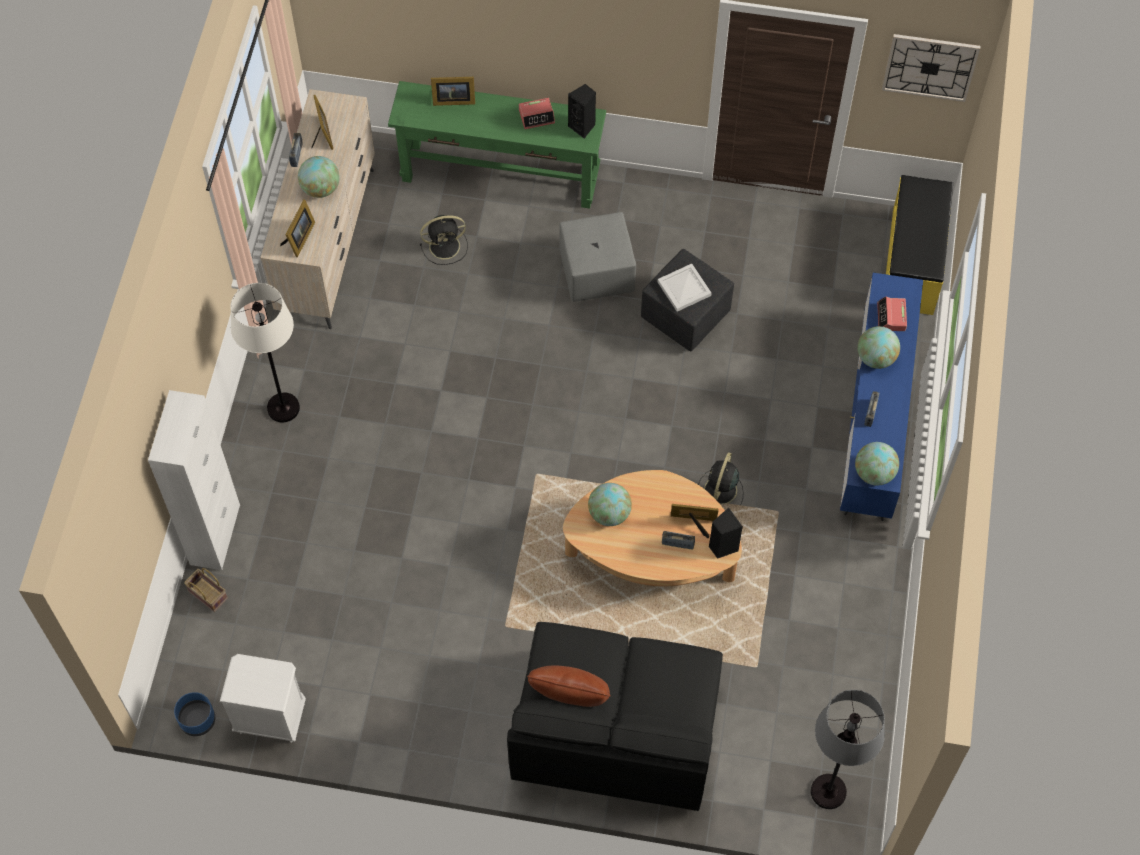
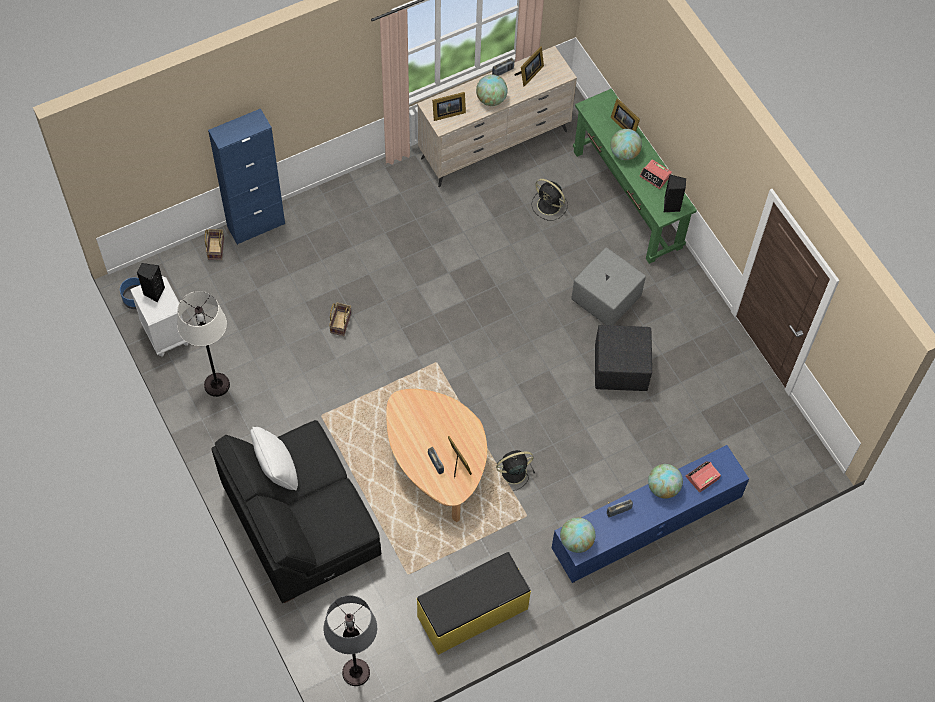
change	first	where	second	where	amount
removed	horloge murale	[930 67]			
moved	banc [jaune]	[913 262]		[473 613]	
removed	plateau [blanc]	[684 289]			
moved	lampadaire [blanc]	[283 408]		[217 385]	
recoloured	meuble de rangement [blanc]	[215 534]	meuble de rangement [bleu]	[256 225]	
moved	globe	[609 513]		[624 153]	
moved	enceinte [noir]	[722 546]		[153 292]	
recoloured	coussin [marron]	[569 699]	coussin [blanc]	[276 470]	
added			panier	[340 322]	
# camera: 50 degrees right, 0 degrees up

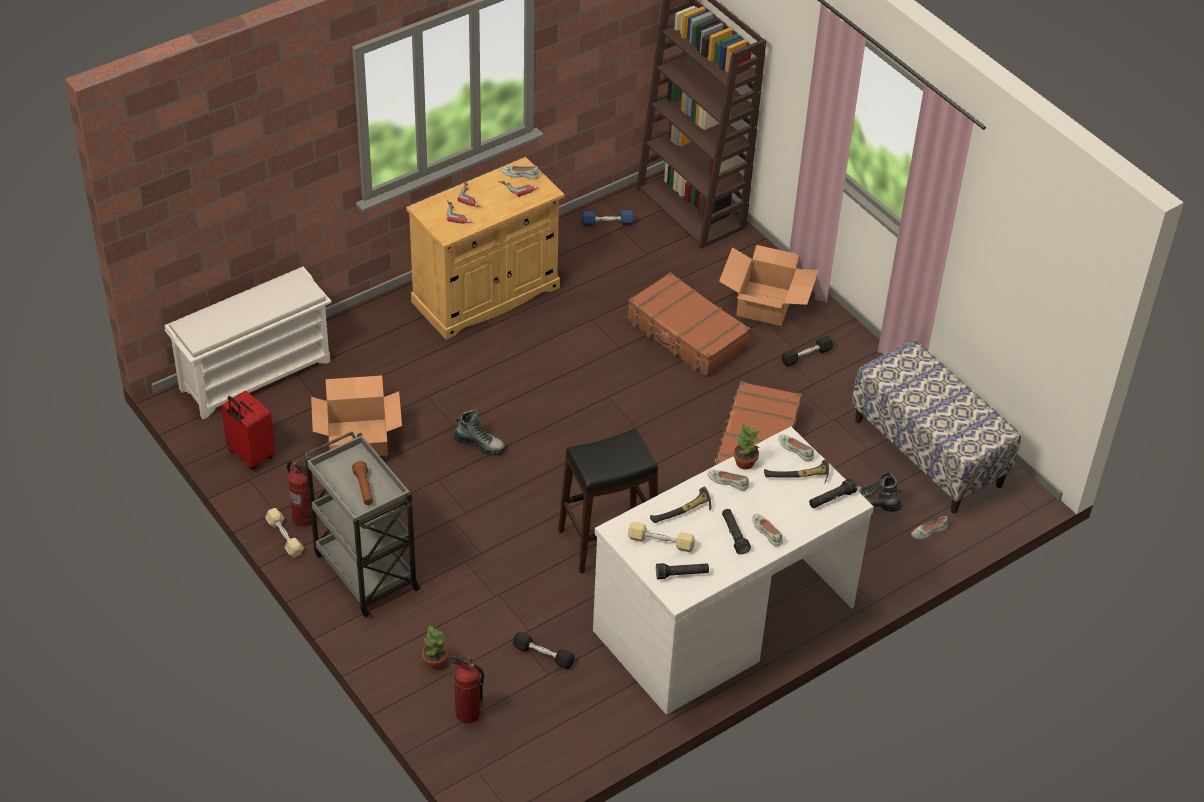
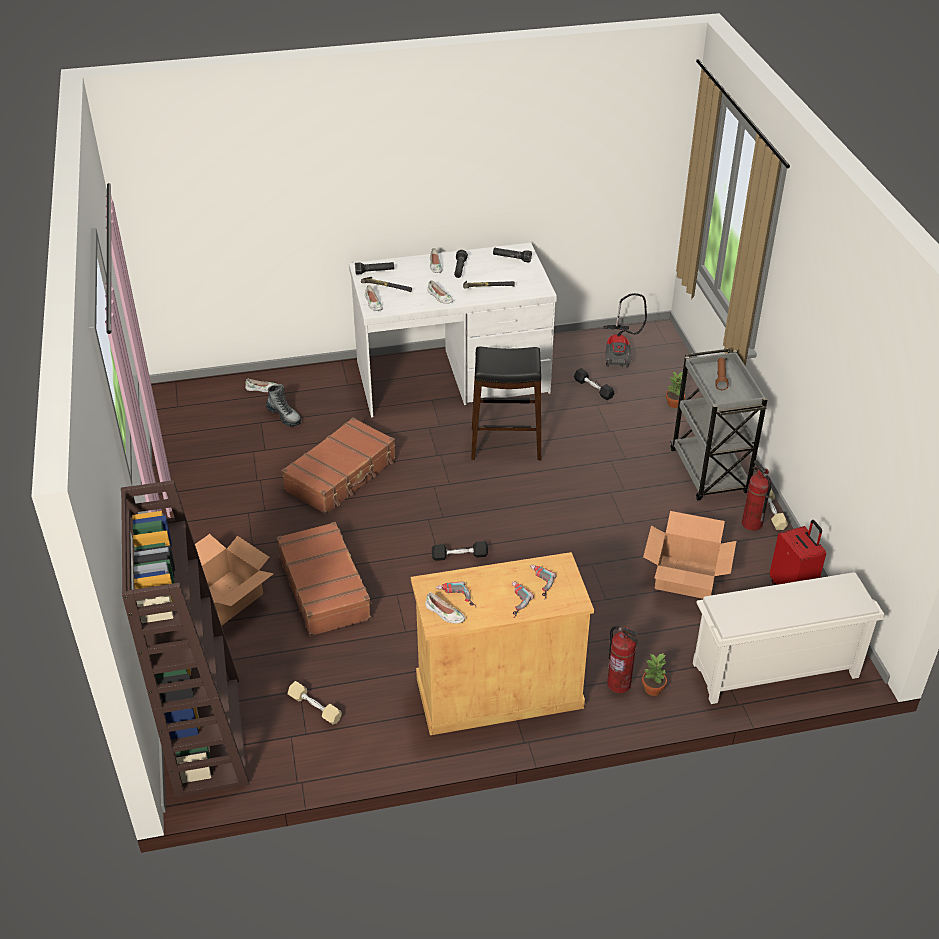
change	first	where	second	where	amount
removed	haltère [bleu]	[607 223]			
moved	haltère [noir]	[806 356]		[459 556]	
removed	banc	[928 452]			
removed	botte	[479 444]			
moved	plante en pot	[744 462]		[653 689]	
moved	haltère [beige]	[661 542]		[315 707]	
moved	extincteur	[467 713]		[619 684]	
added			aspirateur	[620 351]	
# camera: 155 degrees left, 5 degrees down

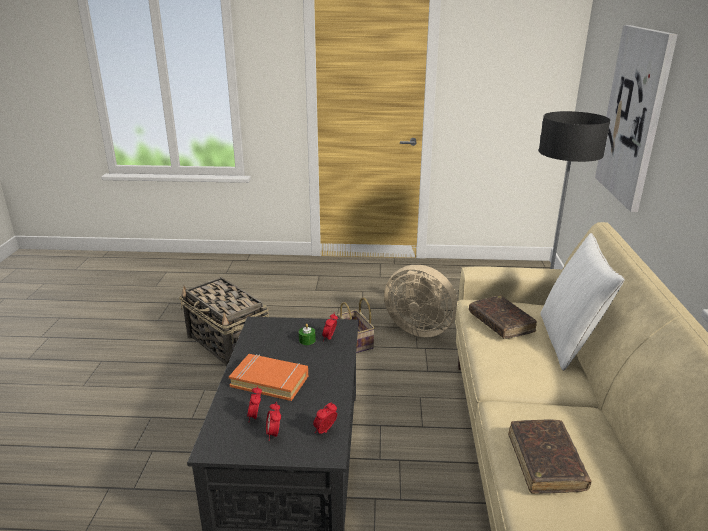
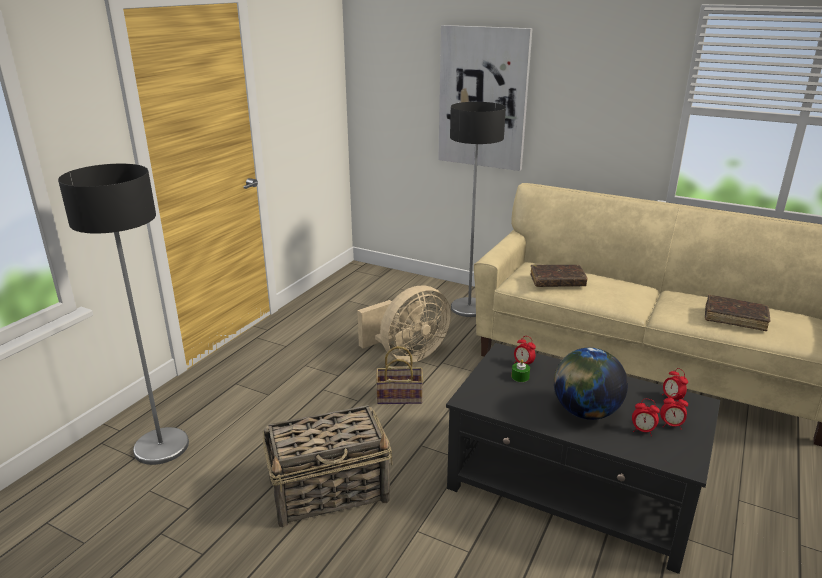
change	first	where	second	where	amount
removed	coussin [blanc]	[568 341]			
replaced	livre [orange]	[270 381]	globe	[585 412]	
added			lampadaire	[161 446]	
# camera: 65 degrees left, 0 degrees up

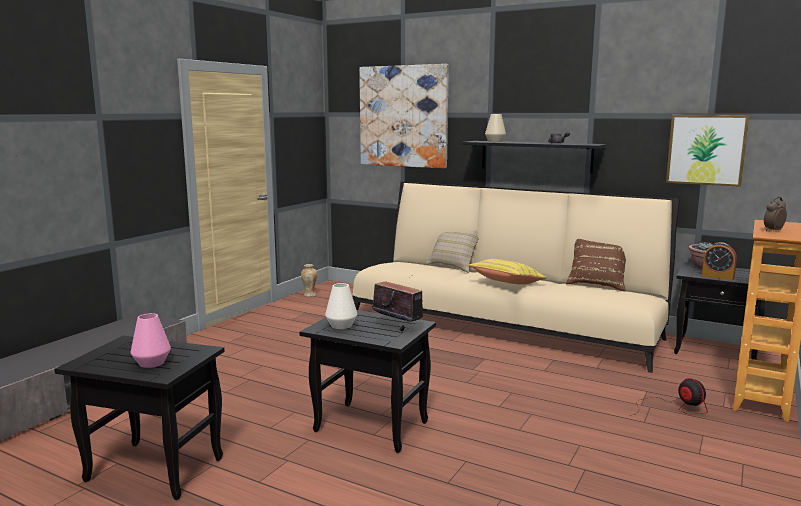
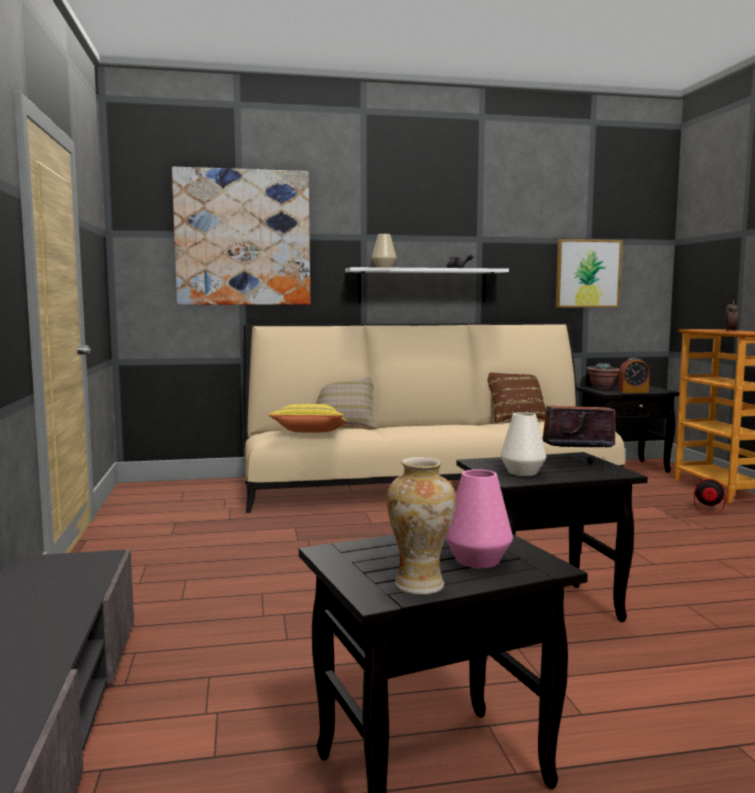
change	first	where	second	where	amount
recoloured	étagère [noir]	[536 156]	étagère [blanc]	[422 286]	
moved	coussin [jaune]	[507 283]		[310 433]	
moved	vase	[309 295]		[420 586]	
# camera: 40 degrees left, 5 degrees down

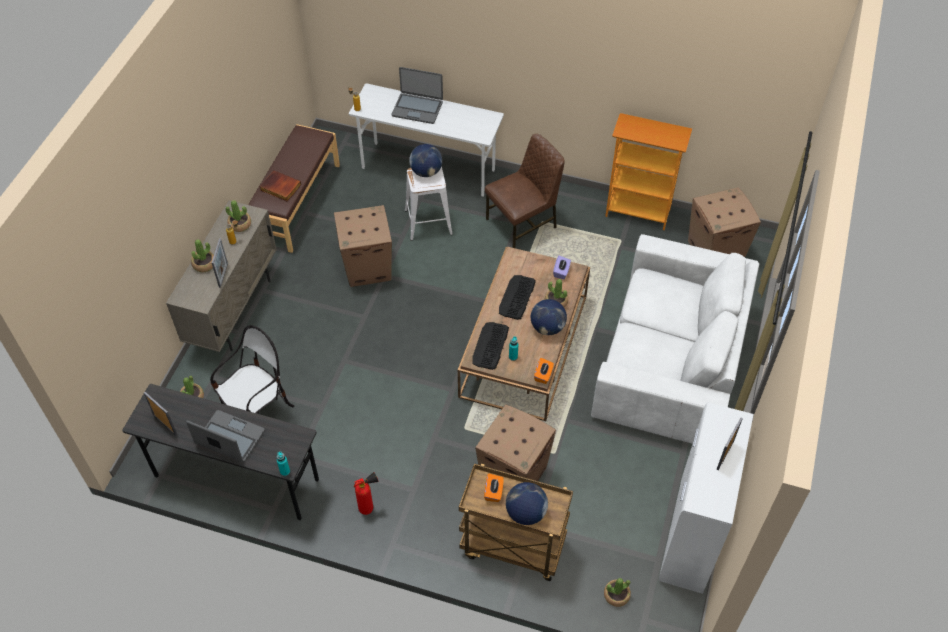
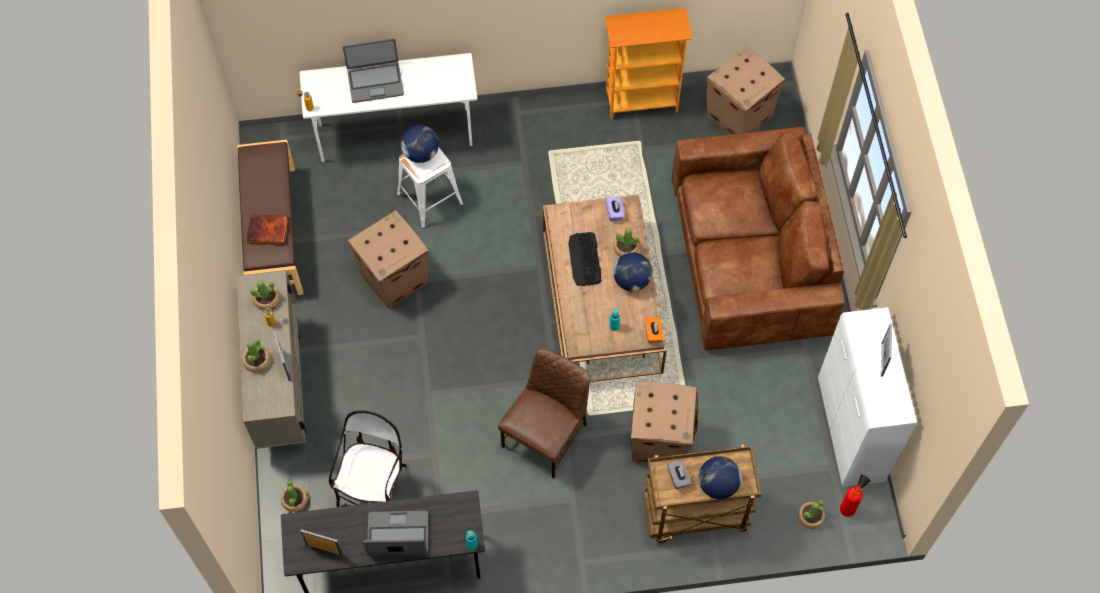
change	first	where	second	where	amount
moved	chaise [marron]	[523 224]		[546 435]	
recoloured	canapé [blanc]	[670 360]	canapé [marron]	[750 257]	
removed	clavier	[490 346]			
moved	extincteur	[369 507]		[849 507]	
recoloured	boîte à mouchoirs [orange]	[493 492]	boîte à mouchoirs [gris]	[678 478]	
# camera: 25 degrees left, 10 degrees up

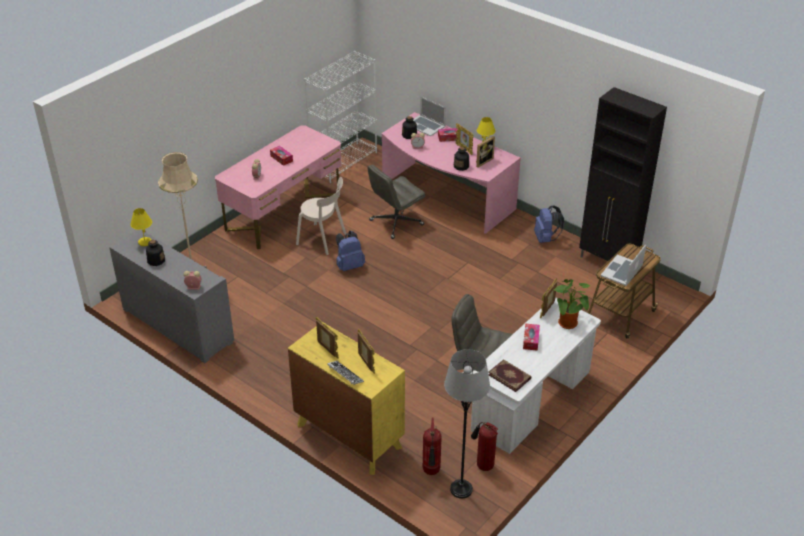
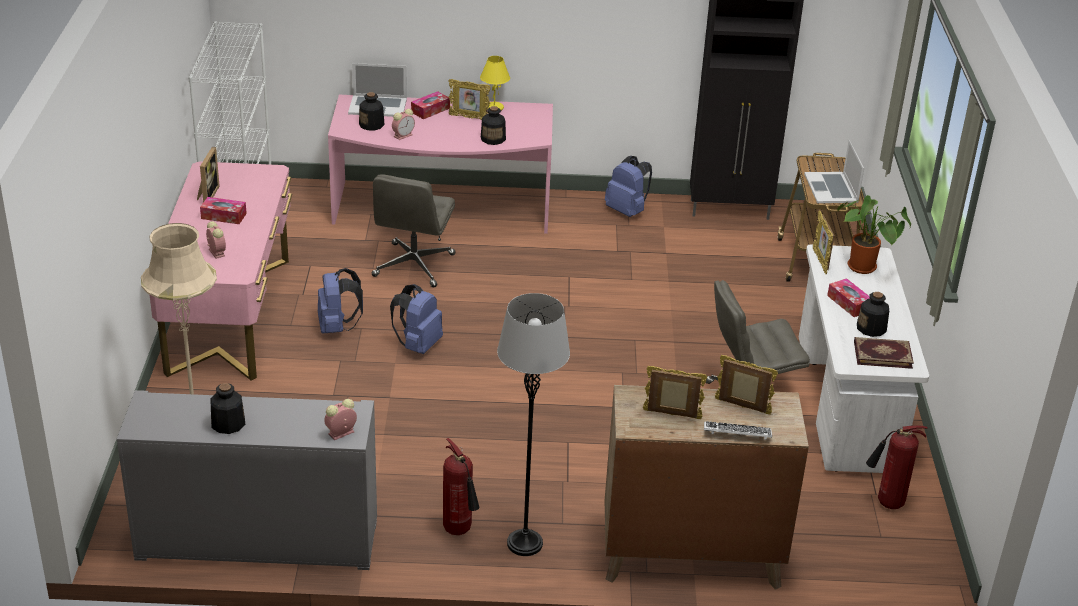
change	first	where	second	where	amount
moved	cadre photo	[482 161]		[206 195]	
replaced	chaise [beige]	[323 240]	sac à dos [bleu]	[337 327]	
removed	lampe de table [jaune]	[144 242]			
recoloured	commode [jaune]	[349 436]	commode [marron]	[690 557]	
moved	lampadaire [gris]	[461 489]		[524 543]	
moved	extincteur	[431 472]		[460 531]	
added			bouteille	[871 328]	
# camera: 40 degrees left, 5 degrees down

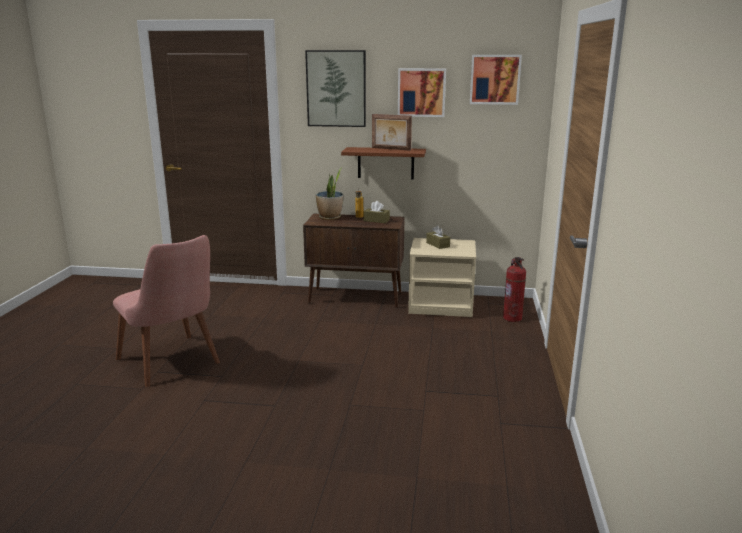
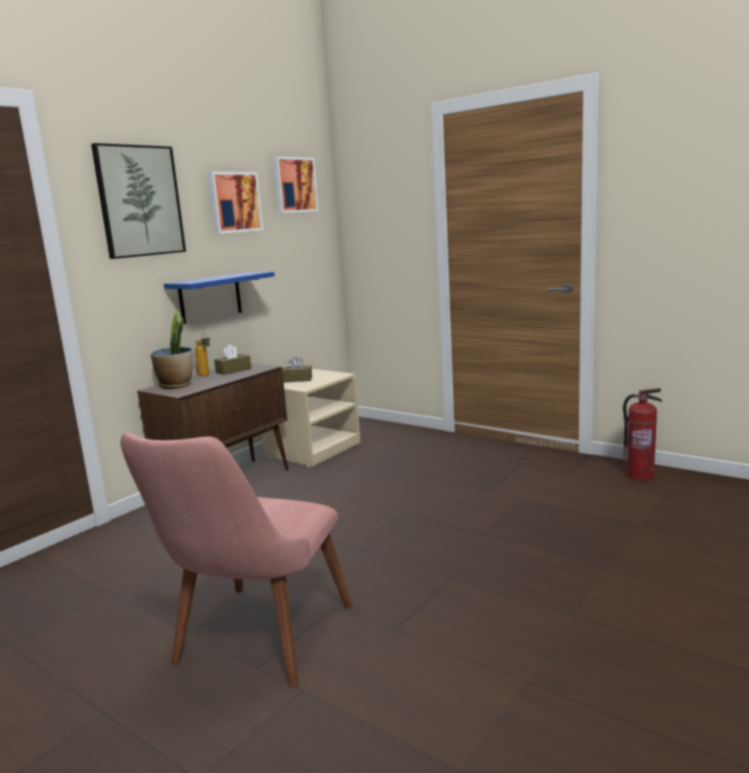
change	first	where	second	where	amount
removed	cadre photo	[391 149]			
recoloured	étagère [marron]	[385 163]	étagère [bleu]	[210 297]	
turned	chaise [rose]	[174 365]		[254 647]	120 degrees clockwise
moved	extincteur	[513 318]		[640 475]	
# camera: 60 degrees left, 5 degrees down

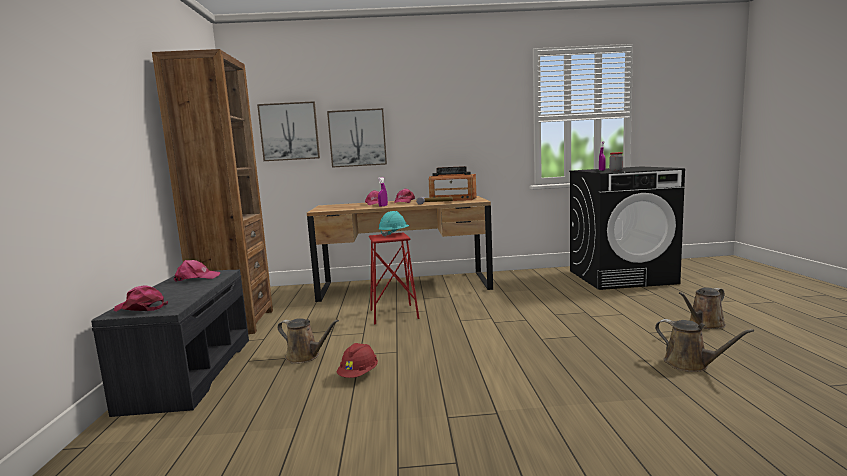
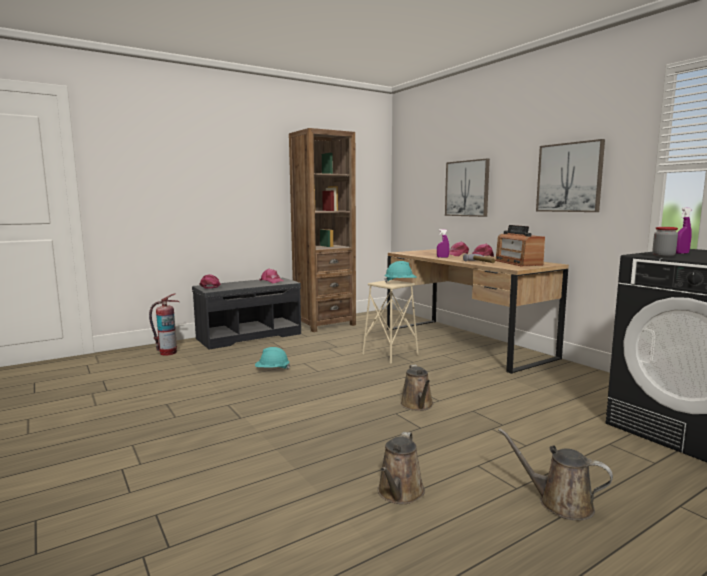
change	first	where	second	where	amount
moved	tableau	[289 131]		[569 177]	
recoloured	tabouret [rouge]	[393 314]	tabouret [beige]	[390 354]	
moved	arrosoir [marron]	[305 356]		[417 405]	
recoloured	casque de chantier [rouge]	[358 375]	casque de chantier [turquoise]	[272 370]	
added			extincteur	[168 353]	
# camera: 60 degrees right, 0 degrees up

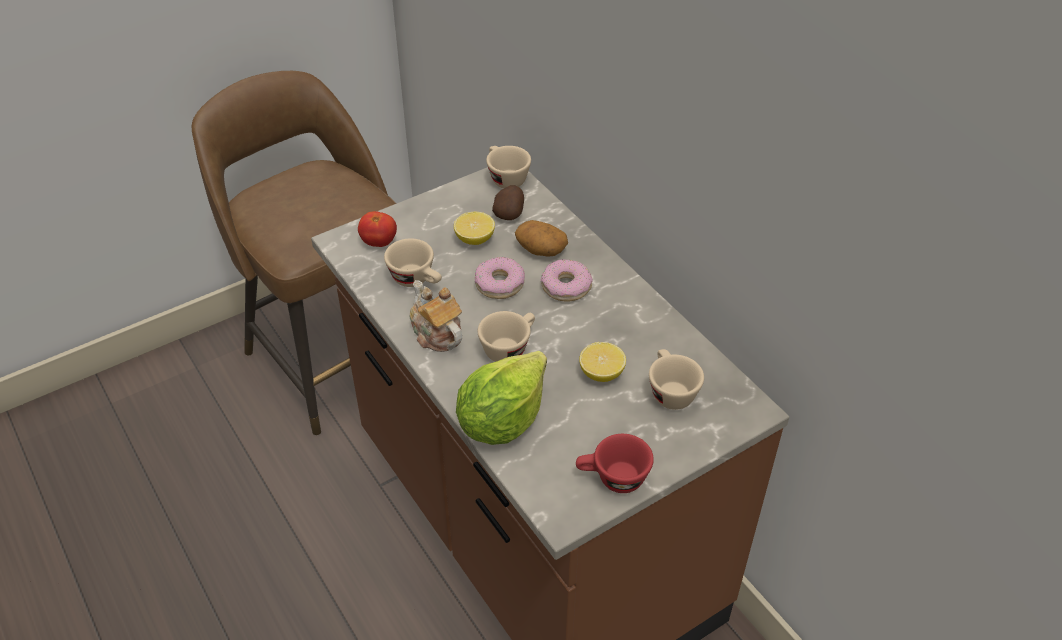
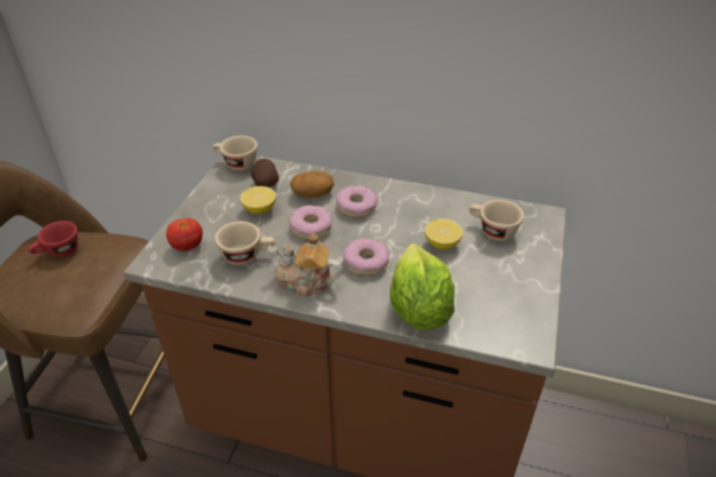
change	first	where	second	where	amount
replaced	tasse [beige]	[509 347]	beignet	[366 262]	
moved	tasse [rouge]	[612 479]		[59 252]	
# camera: 40 degrees left, 5 degrees down

